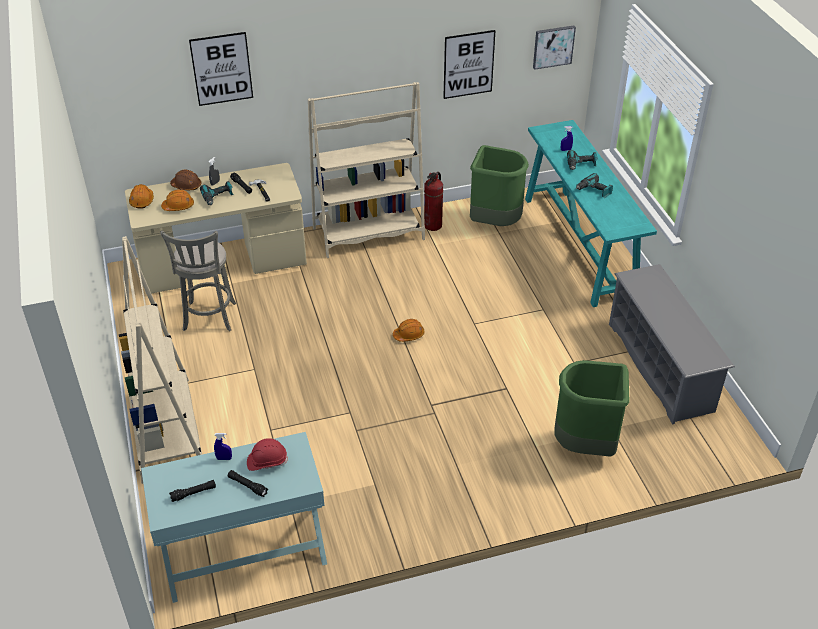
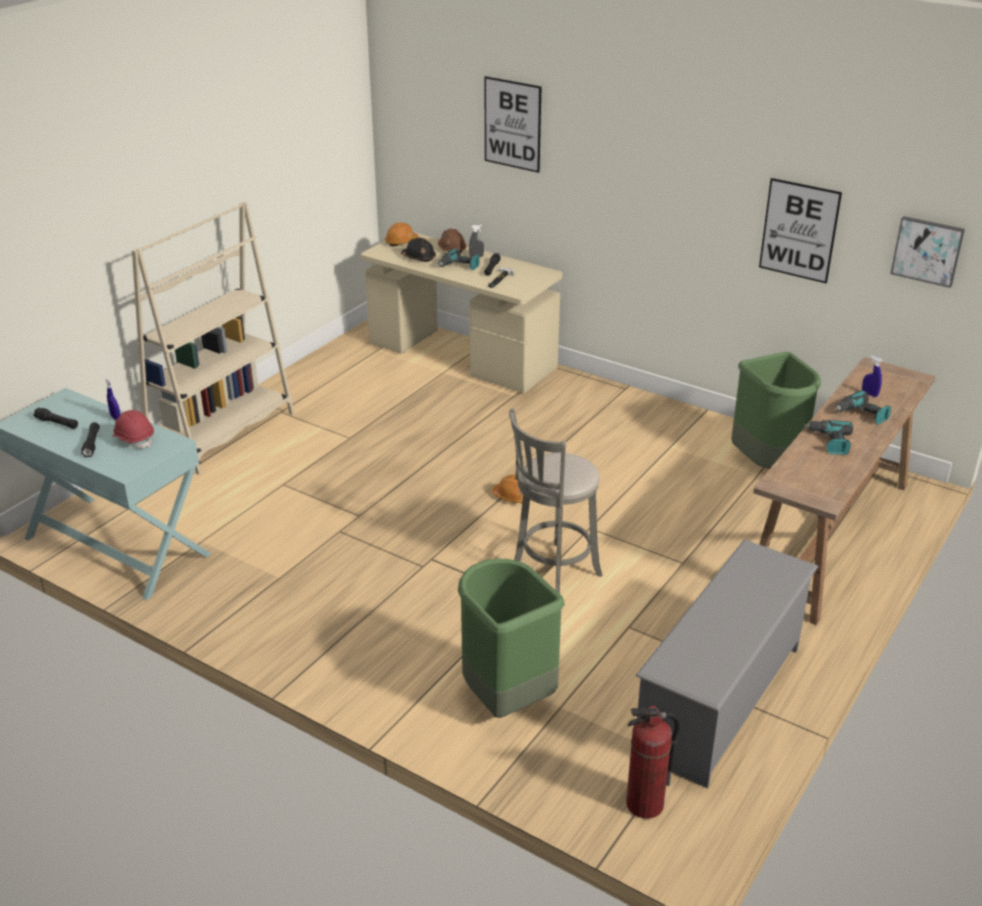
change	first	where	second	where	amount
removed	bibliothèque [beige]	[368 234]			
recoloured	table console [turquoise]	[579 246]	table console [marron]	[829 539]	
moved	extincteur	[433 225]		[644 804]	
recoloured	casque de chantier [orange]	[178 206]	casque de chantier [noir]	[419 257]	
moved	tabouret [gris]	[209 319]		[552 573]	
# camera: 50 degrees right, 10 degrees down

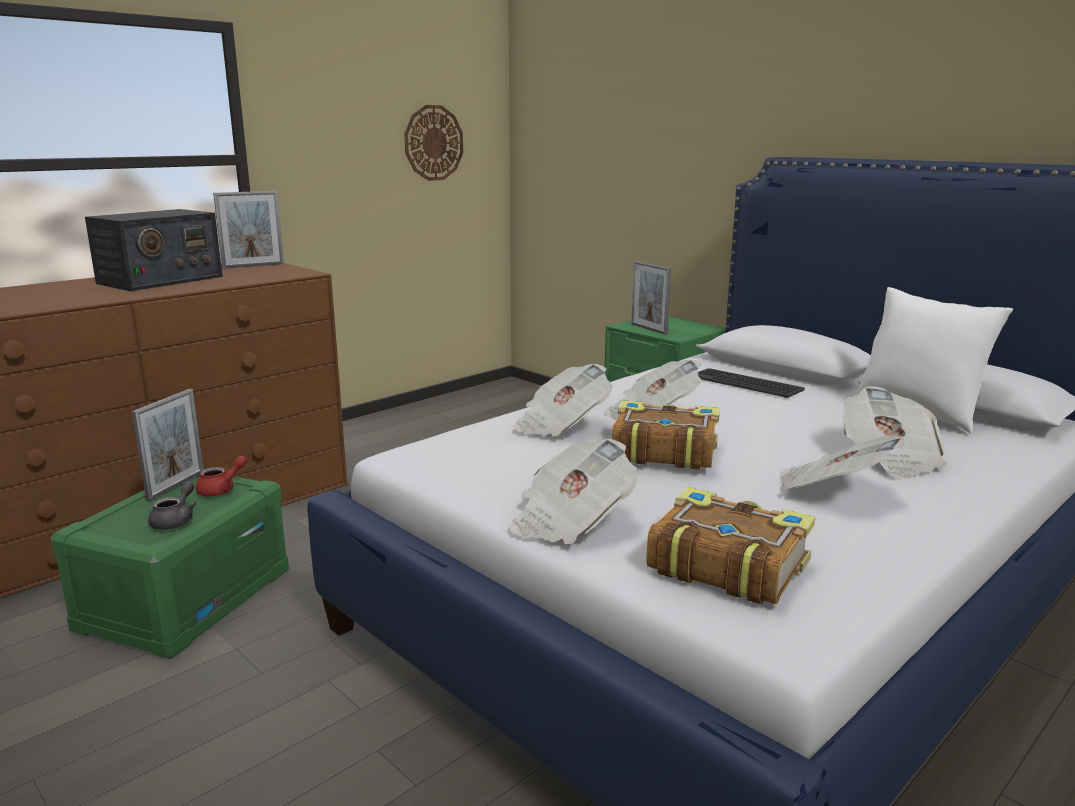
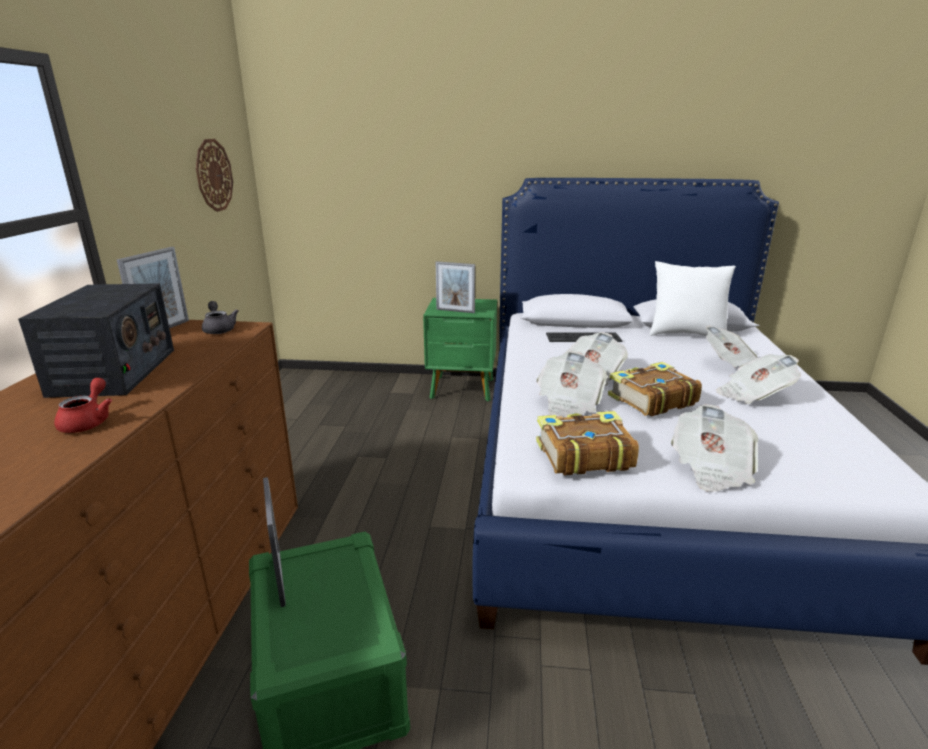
change	first	where	second	where	amount
moved	théière [rouge]	[222 489]		[88 421]	
moved	théière [gris]	[176 520]		[219 329]	
moved	livre	[726 564]		[582 455]	
# camera: 40 degrees left, 5 degrees up

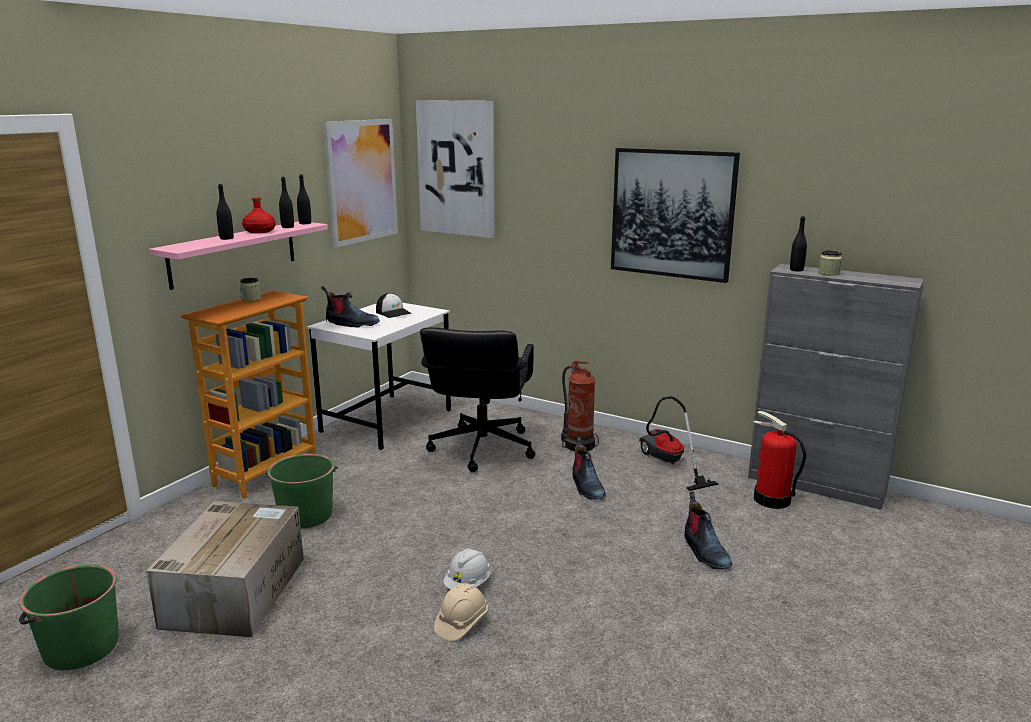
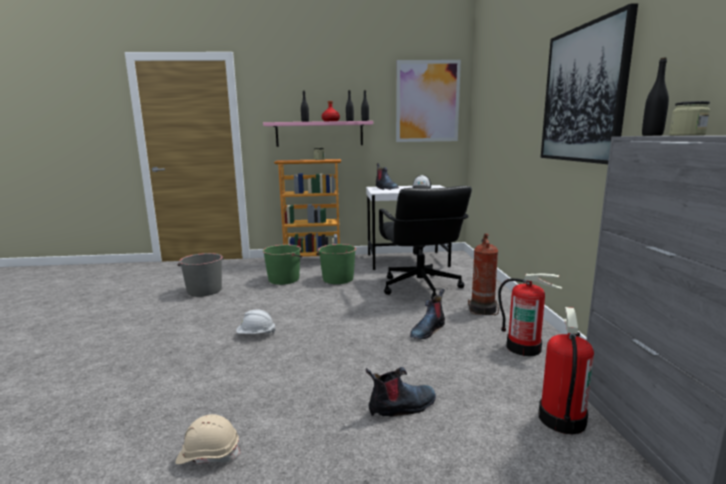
change	first	where	second	where	amount
removed	tableau	[457 168]			
turned	chaise de bureau [noir]	[481 449]		[420 288]	75 degrees counterclockwise
replaced	aspirateur	[667 463]	extincteur	[524 347]	
turned	botte	[704 552]		[402 407]	150 degrees counterclockwise
replaced	carton	[236 590]	seau [gris]	[204 291]	
moved	seau [vert]	[80 648]		[337 279]	
moved	casque de chantier [beige]	[461 623]		[208 454]	
# camera: 55 degrees right, 5 degrees down

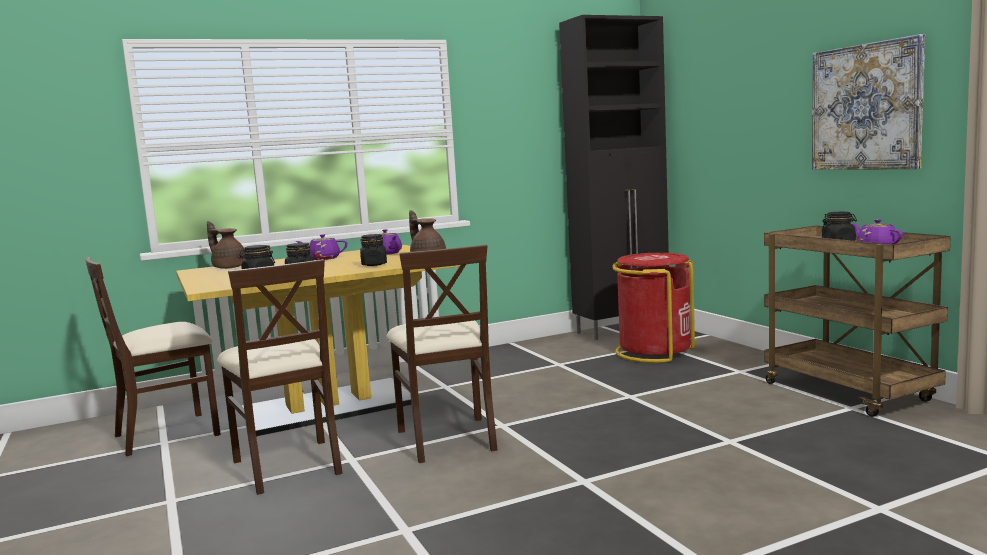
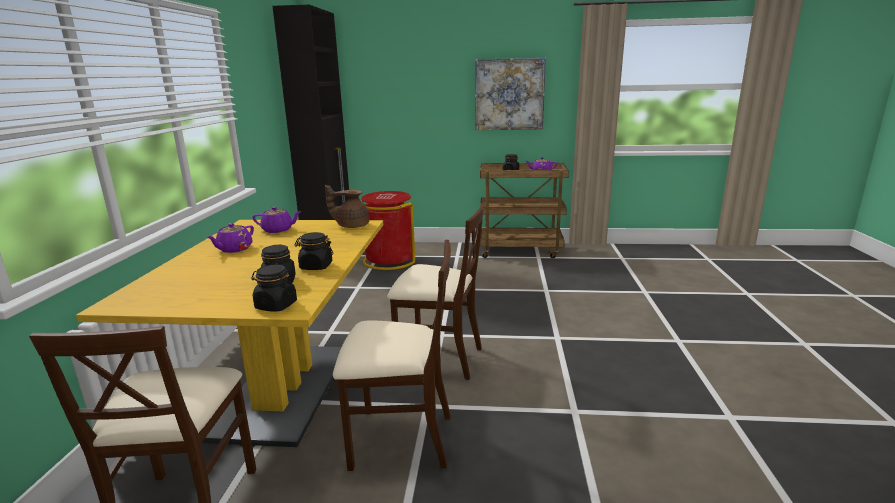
change	first	where	second	where	amount
removed	théière [marron]	[229 267]			
moved	bocal [noir]	[374 264]		[276 305]	
# camera: 60 degrees left, 10 degrees up

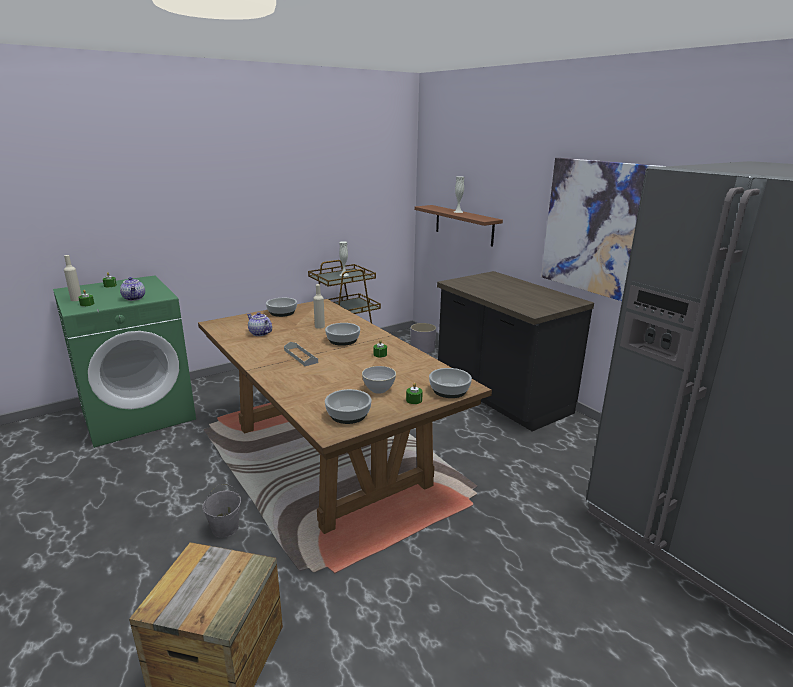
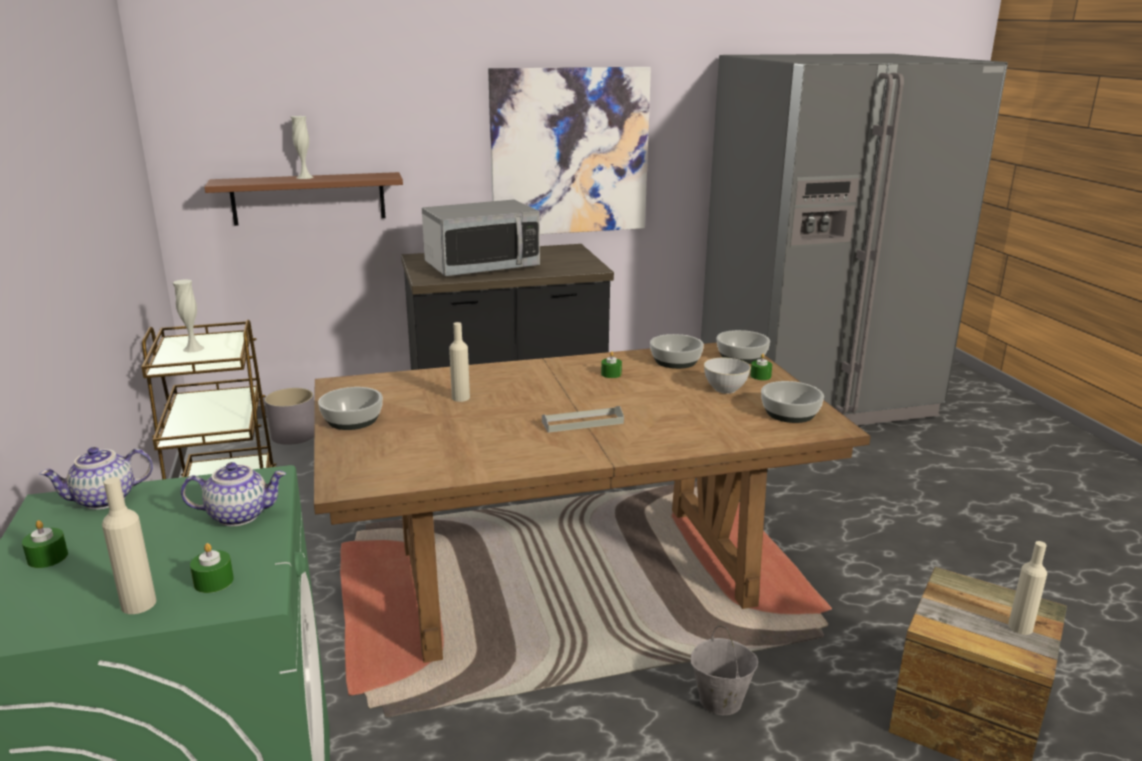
change	first	where	second	where	amount
moved	théière	[259 333]		[104 500]	
moved	bol	[343 340]		[676 361]	
added			micro-ondes	[482 266]	
added			bouteille [beige]	[1020 627]	
# camera: 70 degrees left, 0 degrees up

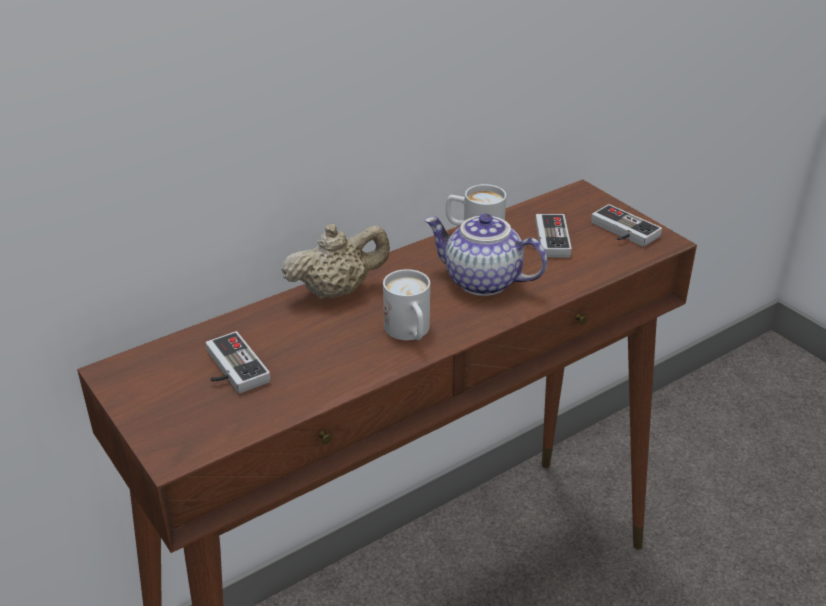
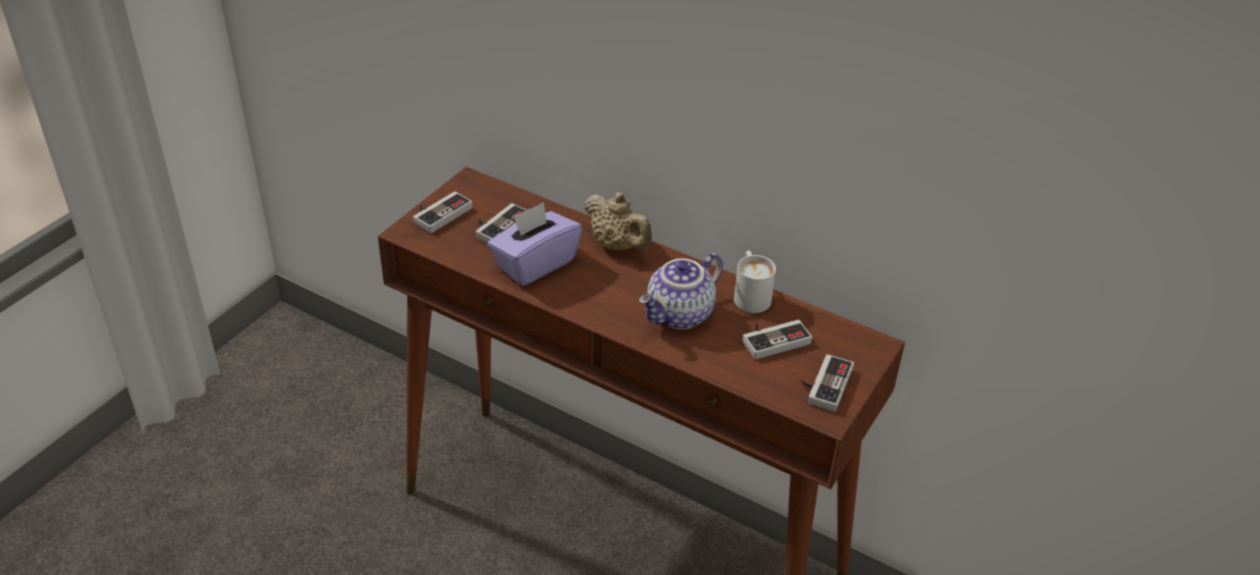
change	first	where	second	where	amount
turned	théière	[481 282]		[680 315]	135 degrees counterclockwise
removed	mug [blanc]	[410 333]			
added			manette	[439 213]	
added			boîte à mouchoirs [violet]	[535 264]	
# camera: 65 degrees right, 5 degrees up

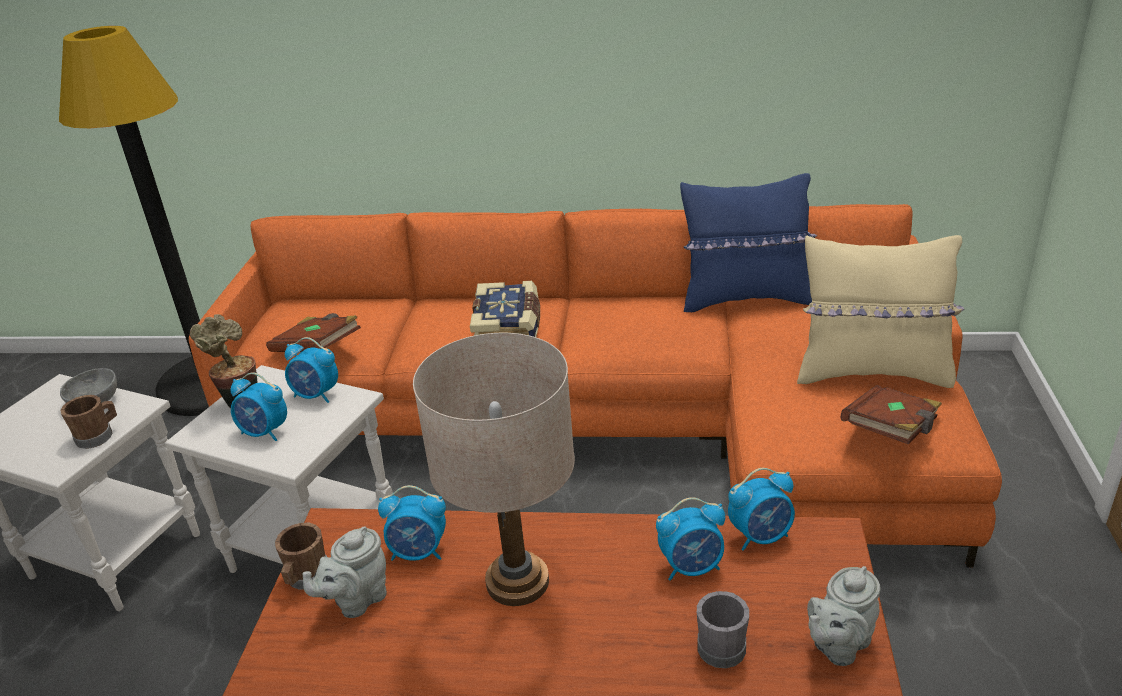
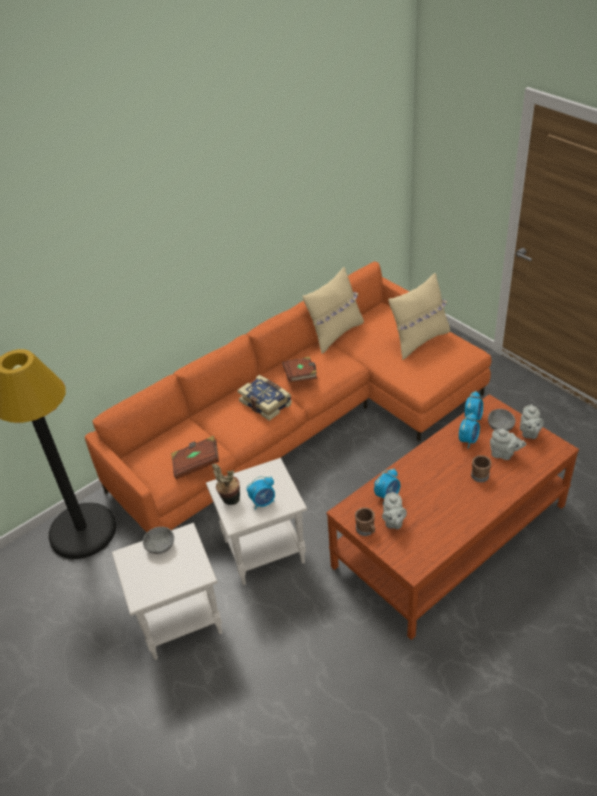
change	first	where	second	where	amount
recoloured	coussin [bleu]	[746 299]	coussin [beige]	[335 334]	
removed	lampe de table [beige]	[517 582]			
removed	réveil	[316 395]			
moved	livre [marron]	[891 431]		[301 376]	
moved	mug [marron]	[99 436]		[479 474]	
replaced	mug [gris]	[722 644]	théière [gris]	[504 454]	
added			bol [gris]	[501 426]	
# camera: 45 degrees left, 10 degrees up

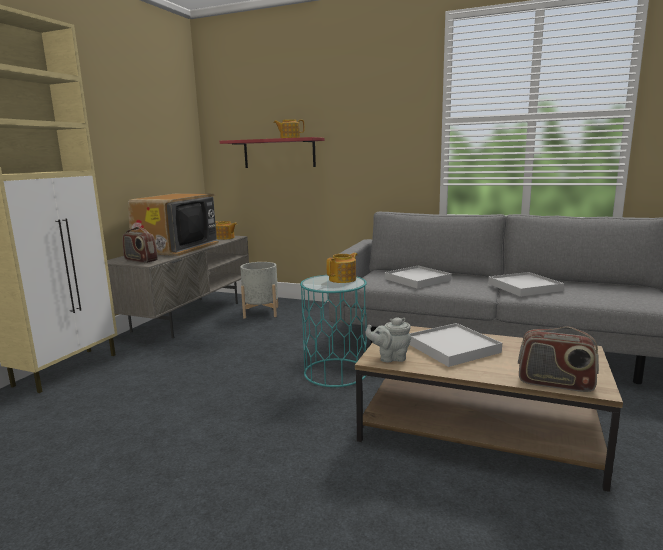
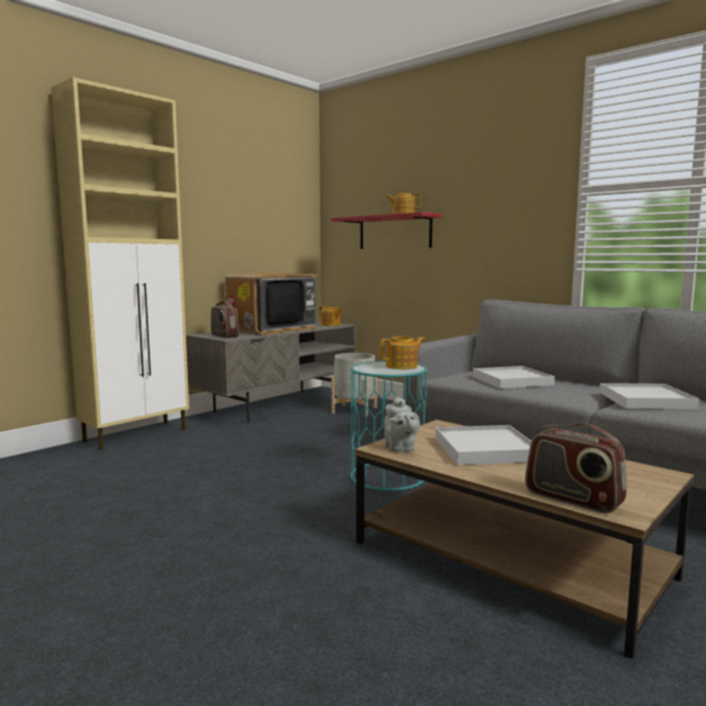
change	first	where	second	where	amount
turned	théière [gris]	[390 358]		[400 448]	120 degrees counterclockwise
# camera: 20 degrees right, 5 degrees down

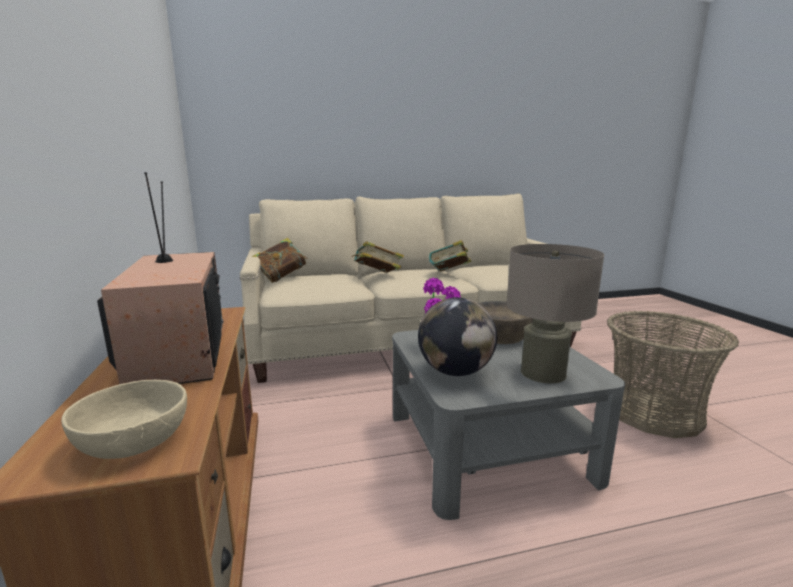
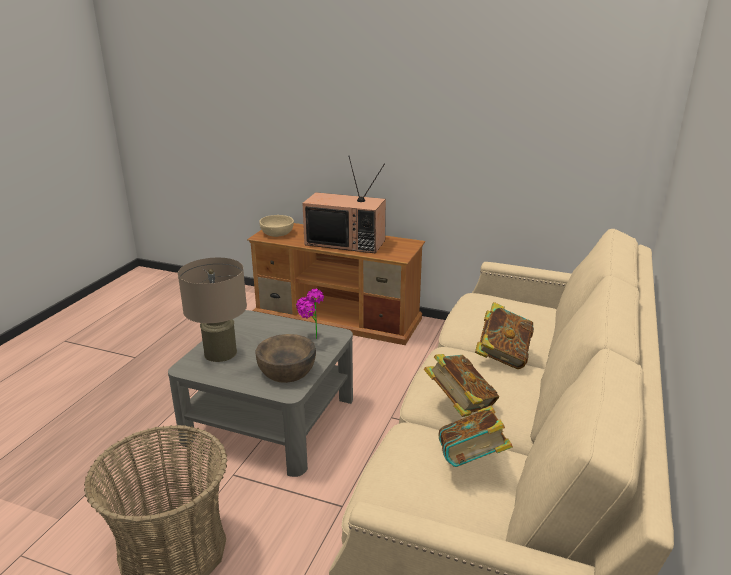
change	first	where	second	where	amount
moved	livre	[281 278]		[472 461]	
removed	globe	[455 372]			
# camera: 125 degrees right, 10 degrees up

